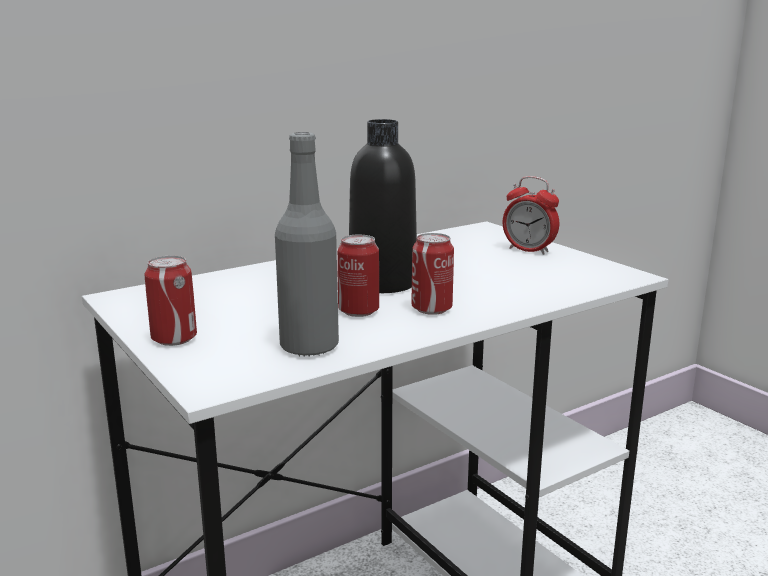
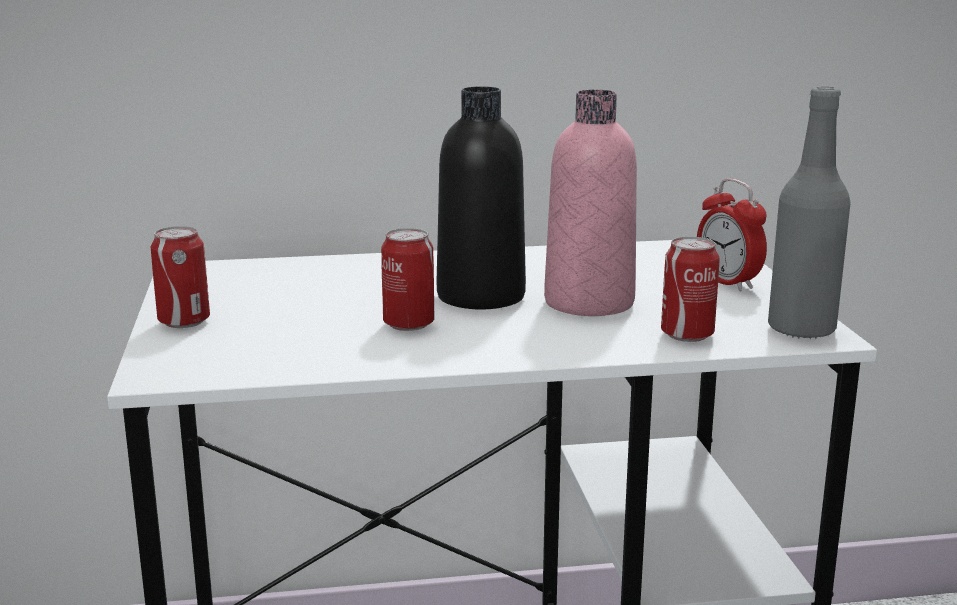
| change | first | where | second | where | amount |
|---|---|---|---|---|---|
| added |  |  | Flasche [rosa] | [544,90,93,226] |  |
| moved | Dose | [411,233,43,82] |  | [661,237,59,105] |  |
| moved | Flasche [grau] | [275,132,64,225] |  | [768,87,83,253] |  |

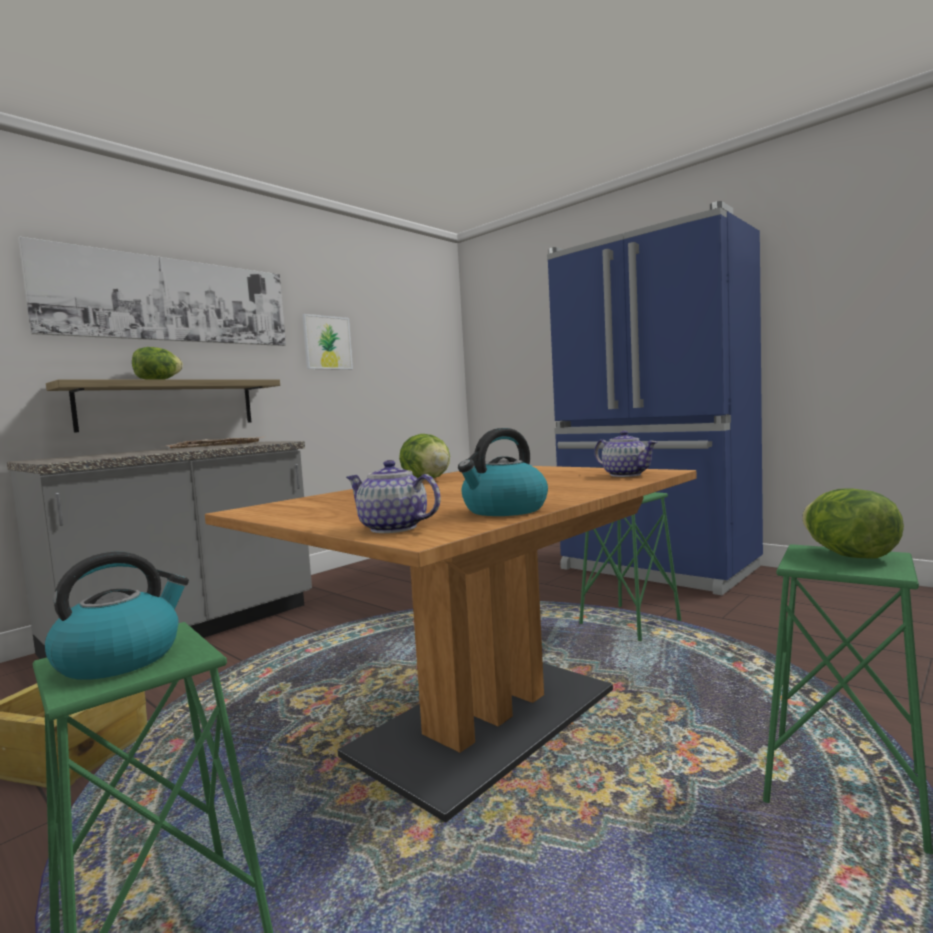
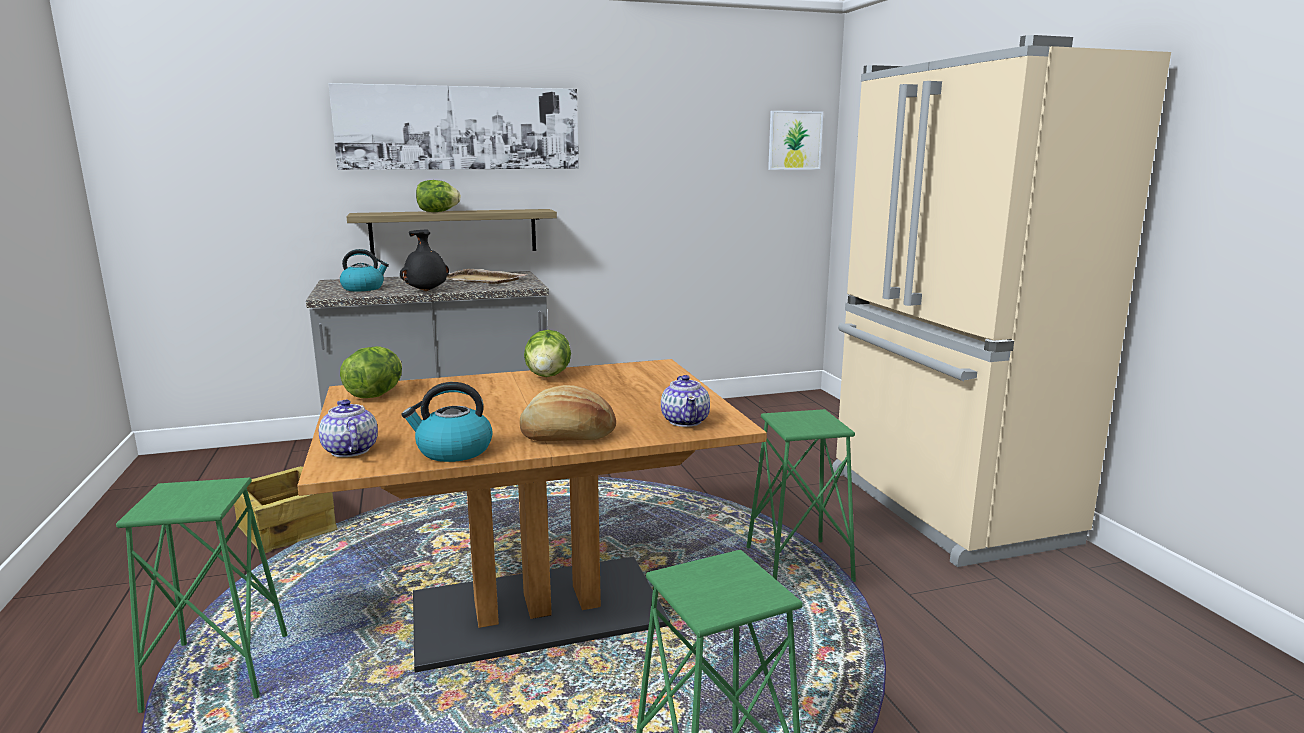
| change | first | where | second | where | amount |
|---|---|---|---|---|---|
| moved | Wasserkessel | [45,552,144,128] |  | [340,249,49,42] |  |
| moved | Salatkopf | [802,488,102,70] |  | [340,346,62,52] |  |
| added |  |  | Vase [schwarz] | [400,230,49,61] |  |
| added |  |  | Brot | [520,385,96,56] |  |
| moved | Bild | [302,314,51,56] |  | [768,111,55,59] |  |
| recoloured | Kühlschrank [blau] | [547,201,216,394] | Kühlschrank [beige] | [832,35,339,532] |  |

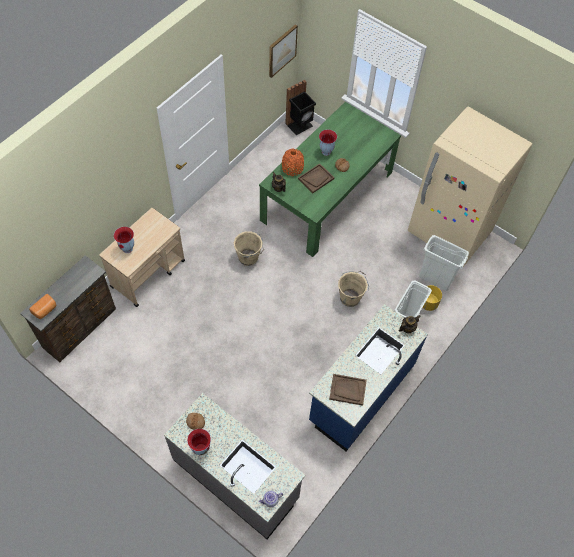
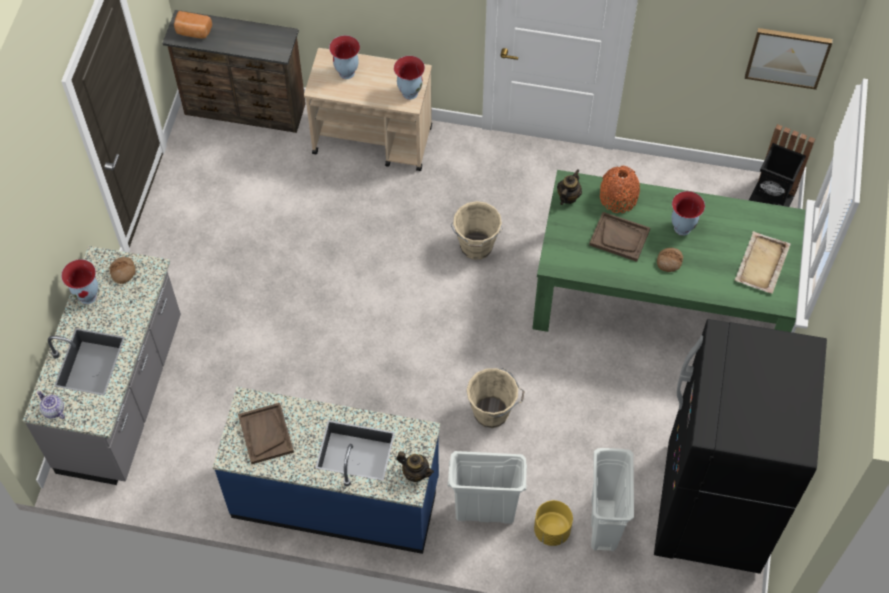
| change | first | where | second | where | amount |
|---|---|---|---|---|---|
| added |  |  | Vase | [394,56,31,44] |  |
| recoloured | Kühlschrank [beige] | [408,106,124,161] | Kühlschrank [schwarz] | [654,319,173,255] |  |
| added |  |  | Tablett [beige] | [735,231,55,63] |  |

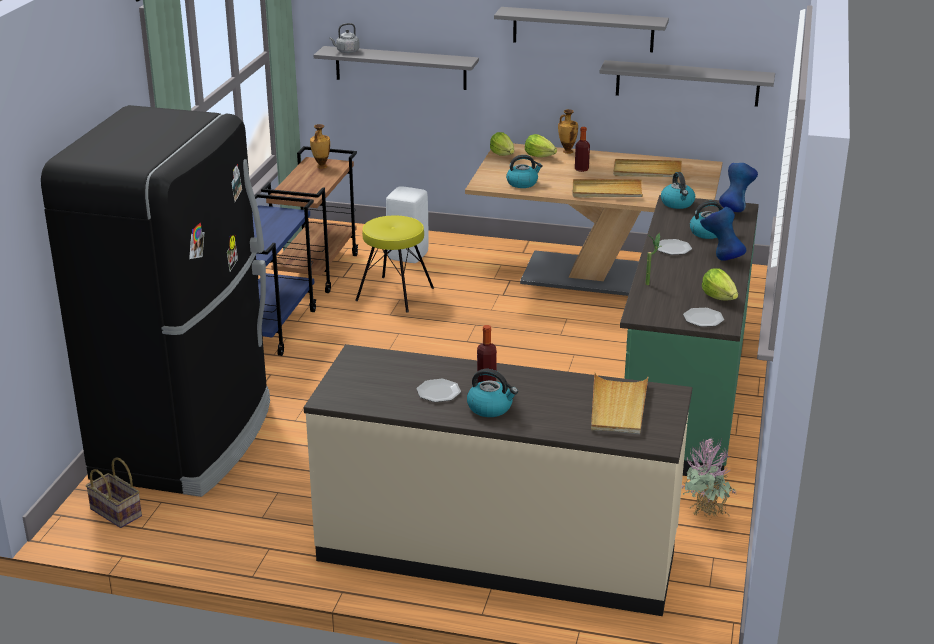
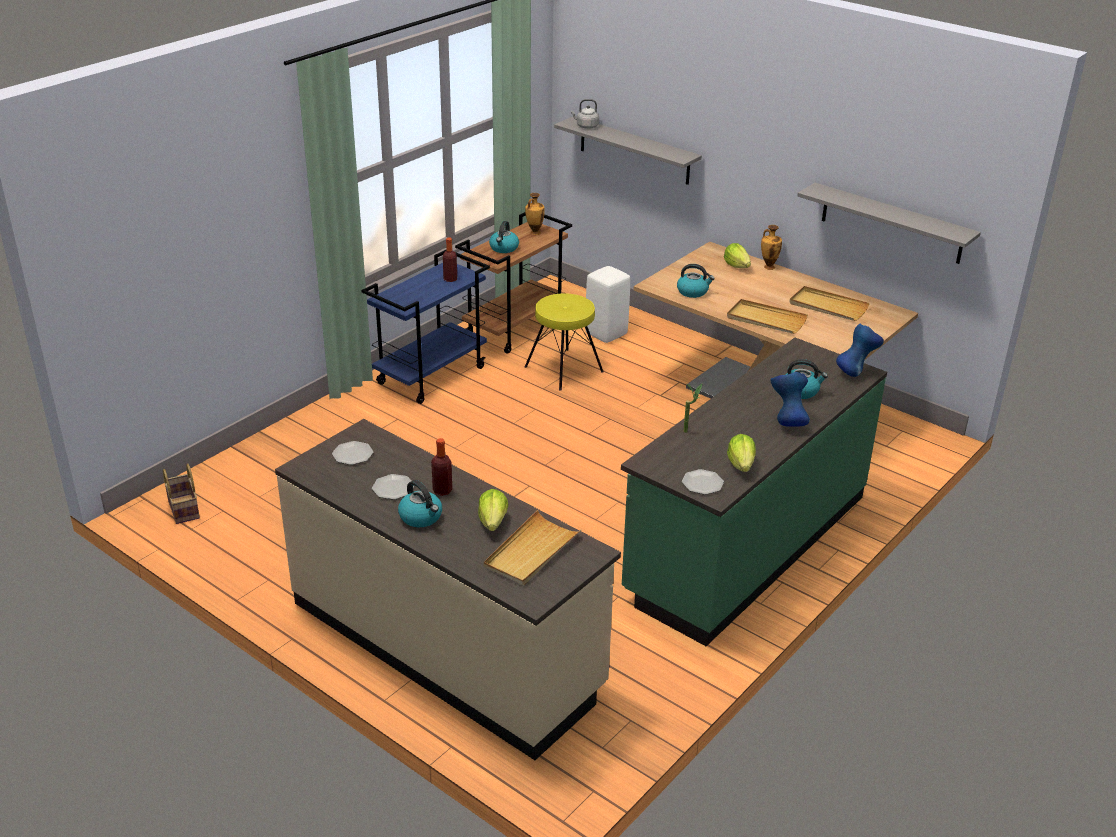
| change | first | where | second | where | amount |
|---|---|---|---|---|---|
| moved | Teller | [657,239,35,16] |  | [332,441,41,24] |  |
| moved | Flasche | [575,127,15,45] |  | [443,238,14,44] |  |
| moved | Salatkopf | [490,132,24,24] |  | [478,489,30,42] |  |
| moved | Wasserkessel | [661,172,34,37] |  | [489,221,30,32] |  |
| removed | Kühlschrank [schwarz] | [41,105,229,392] |  |  |  |
| removed | Wandregal [grau] | [494,7,175,45] |  |  |  |
| removed | Topfpflanze | [682,437,55,84] |  |  |  |

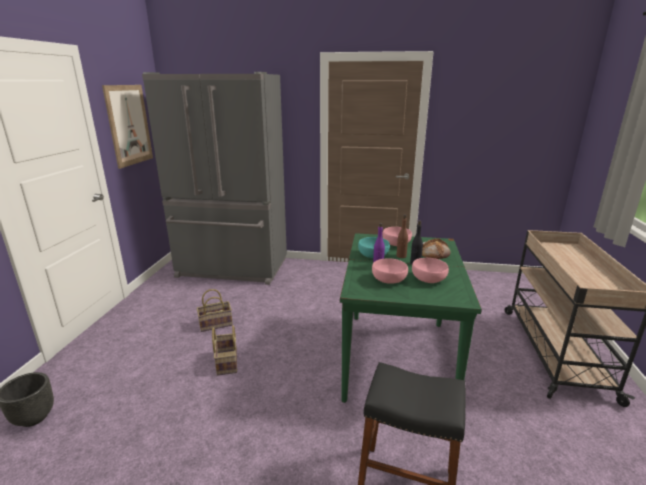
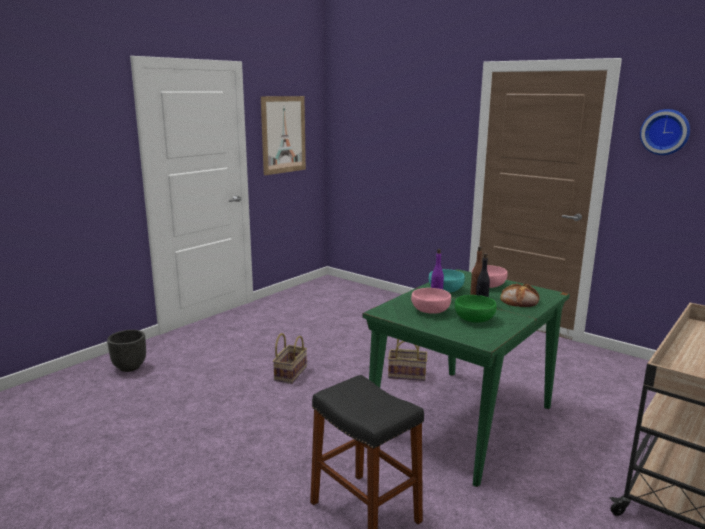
| change | first | where | second | where | amount |
|---|---|---|---|---|---|
| moved | Korb | [196,289,37,43] |  | [388,339,39,42] |  |
| recoloured | Schüssel [rosa] | [412,258,37,25] | Schüssel [grün] | [455,295,42,27] |  |
| added |  |  | Wanduhr | [640,109,50,46] |  |
| removed | Kühlschrank [grau] | [142,72,145,213] |  |  |  |

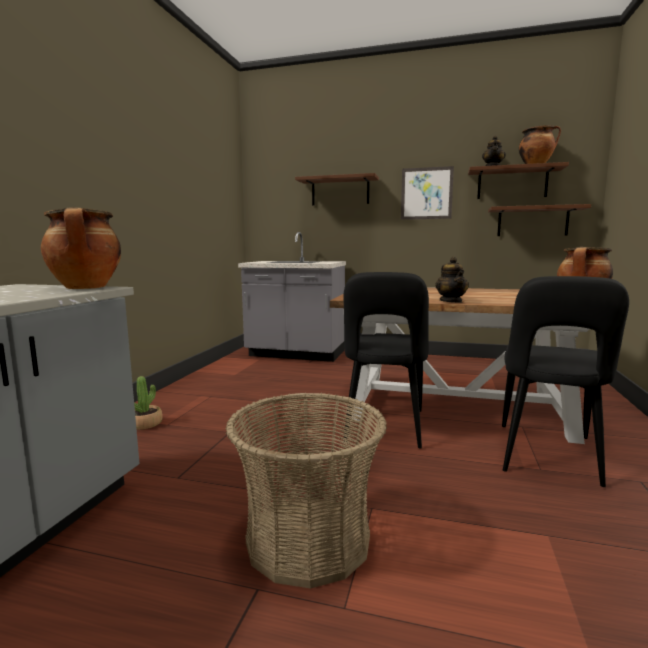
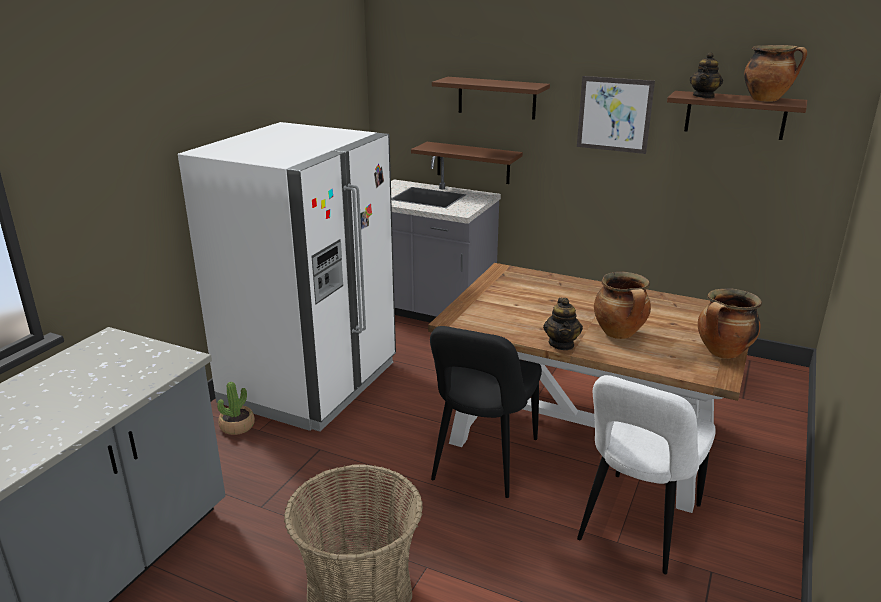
| change | first | where | second | where | amount |
|---|---|---|---|---|---|
| added |  |  | Kühlschrank [weiß] | [178,122,218,309] |  |
| moved | Wandregal [braun] | [488,204,103,32] |  | [411,142,112,42] |  |
| recoloured | Stuhl [schwarz] | [502,276,127,211] | Stuhl [weiß] | [577,375,138,199] |  |
| moved | Kochtopf | [41,207,80,82] |  | [594,272,57,67] |  |

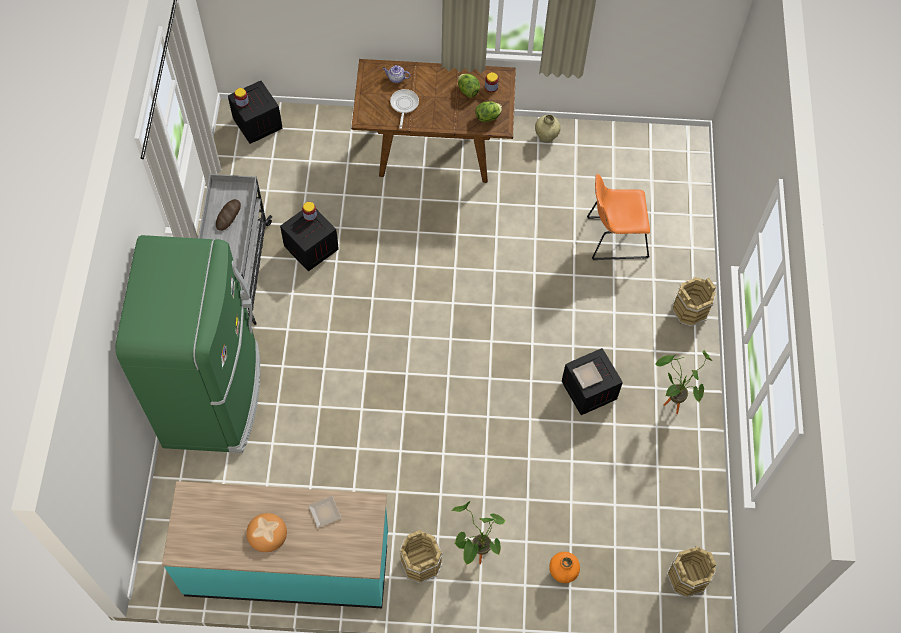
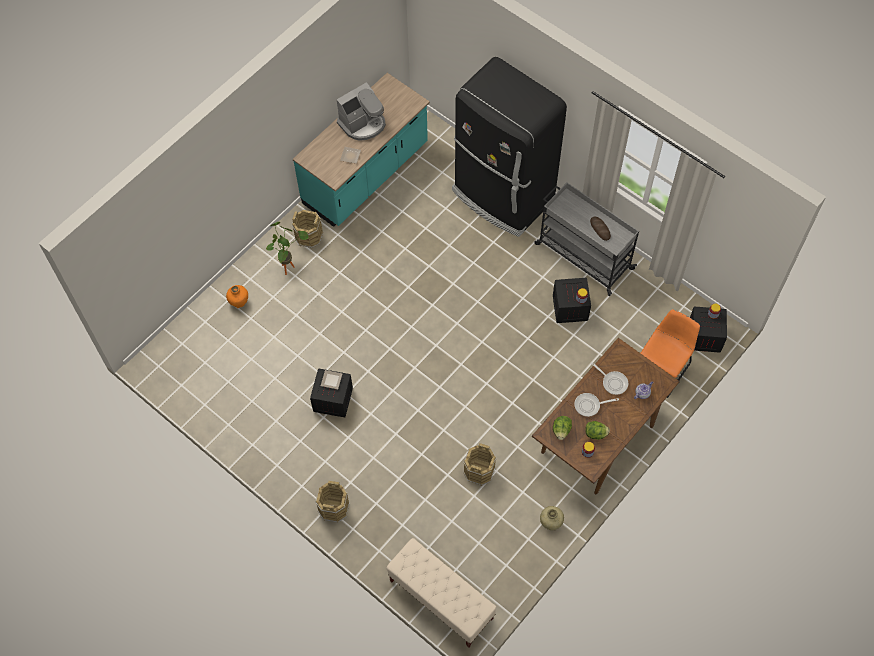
| change | first | where | second | where | amount |
|---|---|---|---|---|---|
| replaced | Brot | [246,513,41,39] | Kaffeemaschine | [337,82,49,59] |  |
| added |  |  | Bank [beige] | [387,538,109,109] |  |
| recoloured | Kühlschrank [grün] | [115,235,145,218] | Kühlschrank [schwarz] | [452,57,115,180] |  |
| moved | Eimer [braun] | [666,546,50,52] |  | [463,443,33,43] |  |
| added |  |  | Pfanne | [574,393,45,24] |  |
| moved | Stuhl [orange] | [587,174,63,86] |  | [641,309,59,89] |  |
| removed | Topfpflanze | [655,350,58,64] |  |  |  |

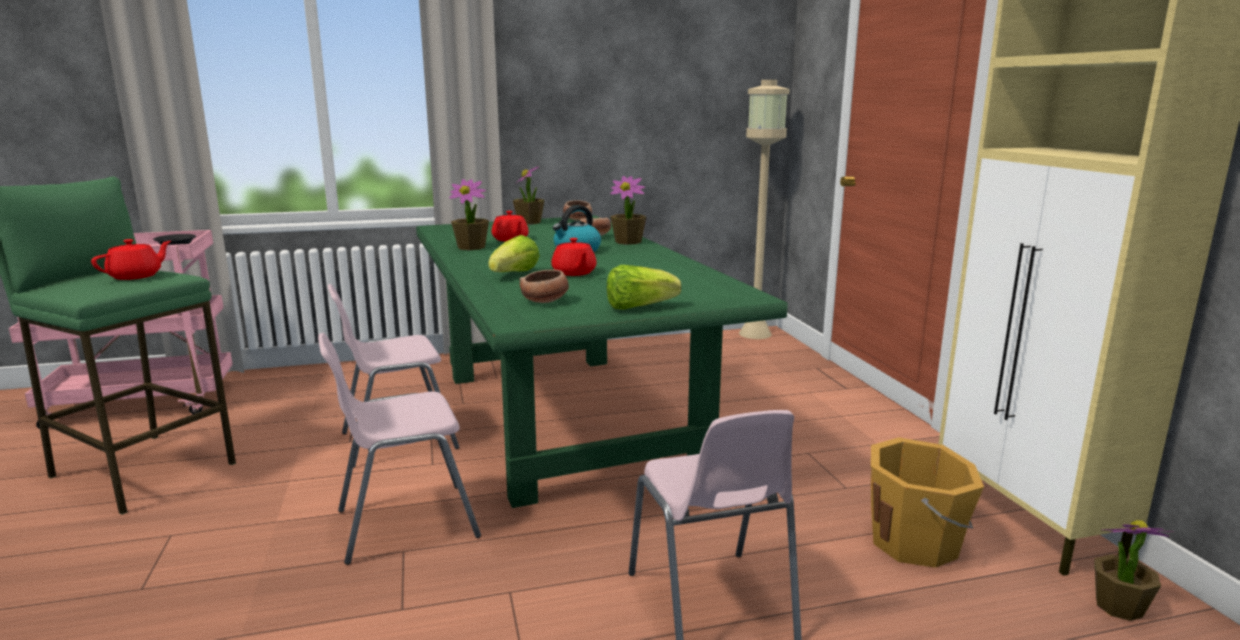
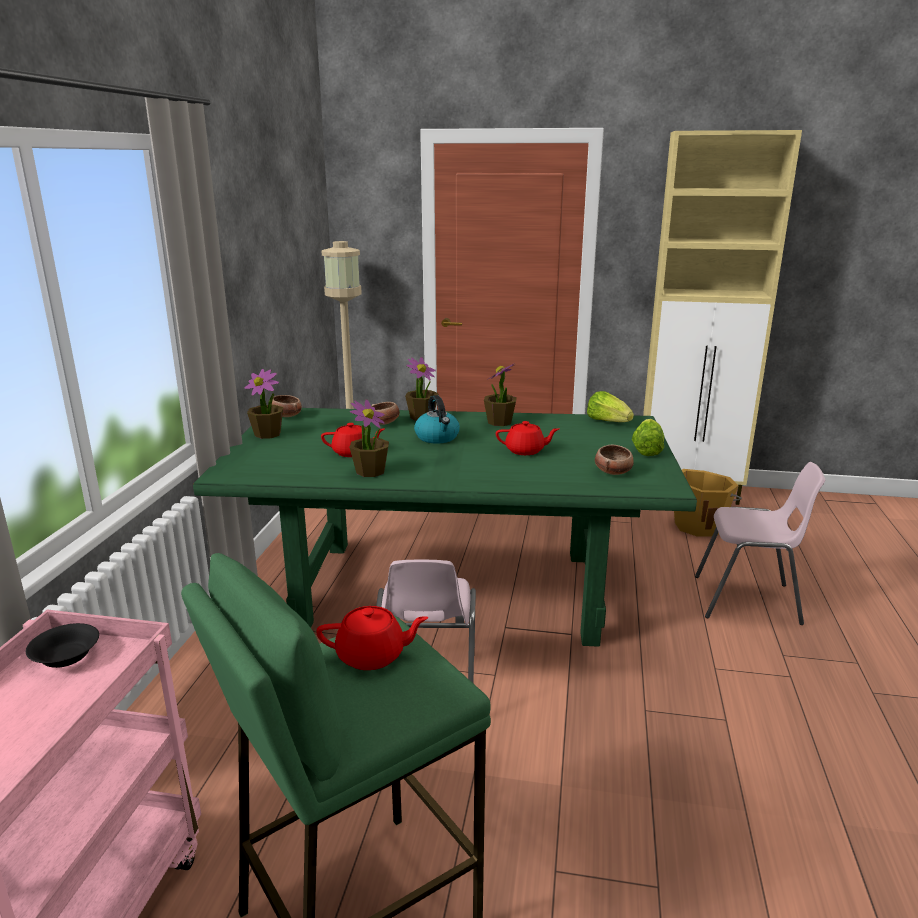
| change | first | where | second | where | amount |
|---|---|---|---|---|---|
| turned | Teekanne [rot] | [91,239,80,41] |  | [316,606,112,64] | 120 degrees clockwise |
| moved | Topfpflanze | [1094,520,80,101] |  | [484,363,33,63] |  |
| moved | Salatkopf | [488,235,52,37] |  | [587,391,47,31] |  |
| removed | Stuhl [rosa] | [318,333,163,232] |  |  |  |

